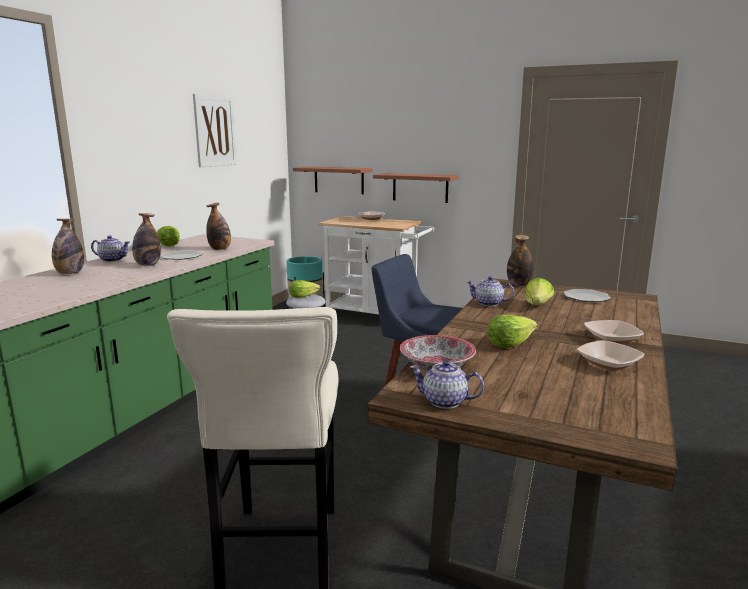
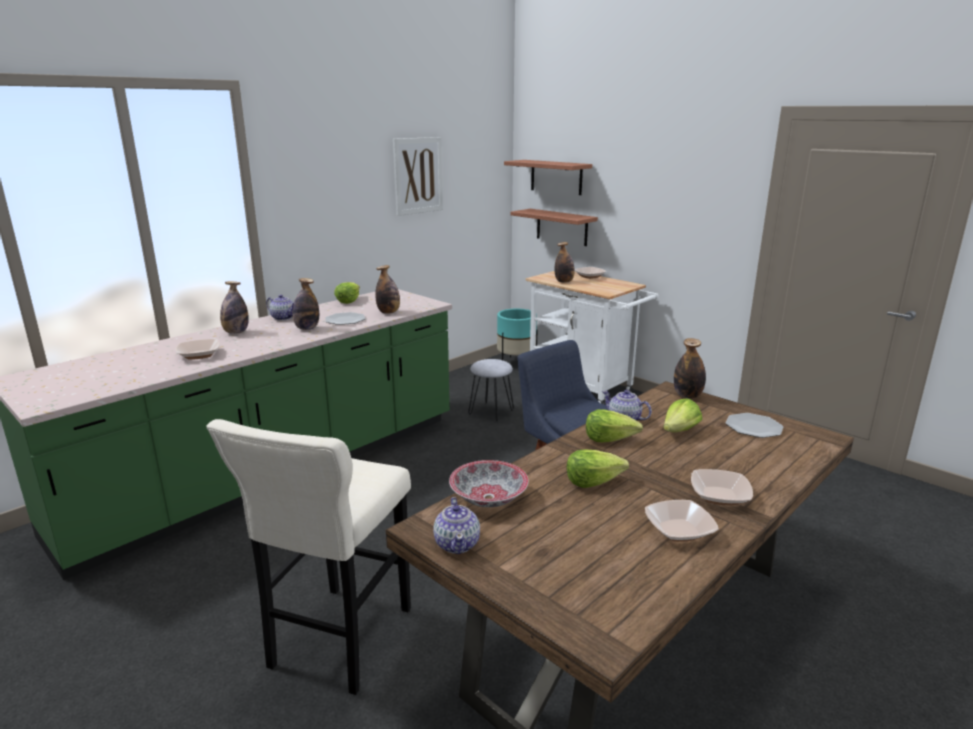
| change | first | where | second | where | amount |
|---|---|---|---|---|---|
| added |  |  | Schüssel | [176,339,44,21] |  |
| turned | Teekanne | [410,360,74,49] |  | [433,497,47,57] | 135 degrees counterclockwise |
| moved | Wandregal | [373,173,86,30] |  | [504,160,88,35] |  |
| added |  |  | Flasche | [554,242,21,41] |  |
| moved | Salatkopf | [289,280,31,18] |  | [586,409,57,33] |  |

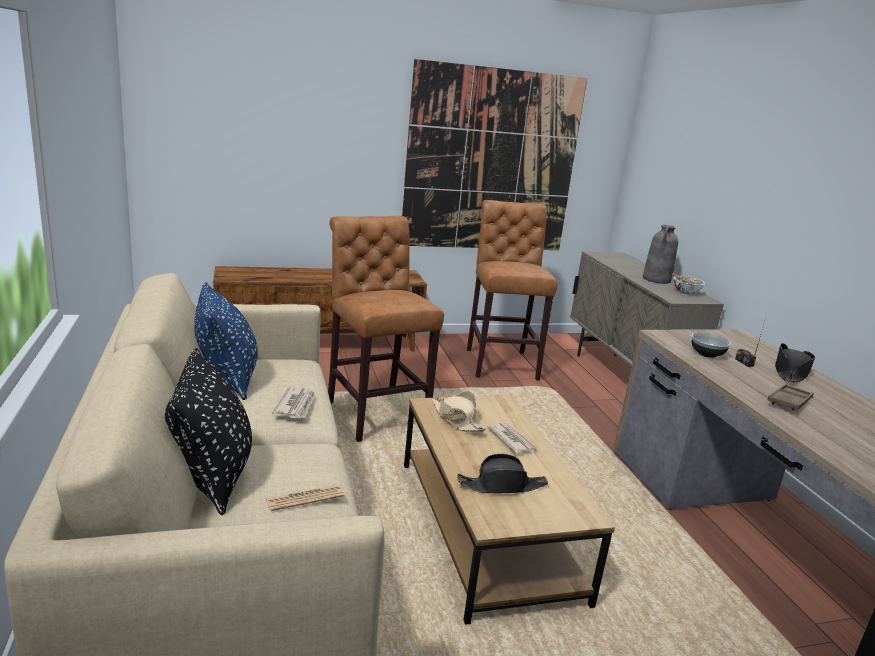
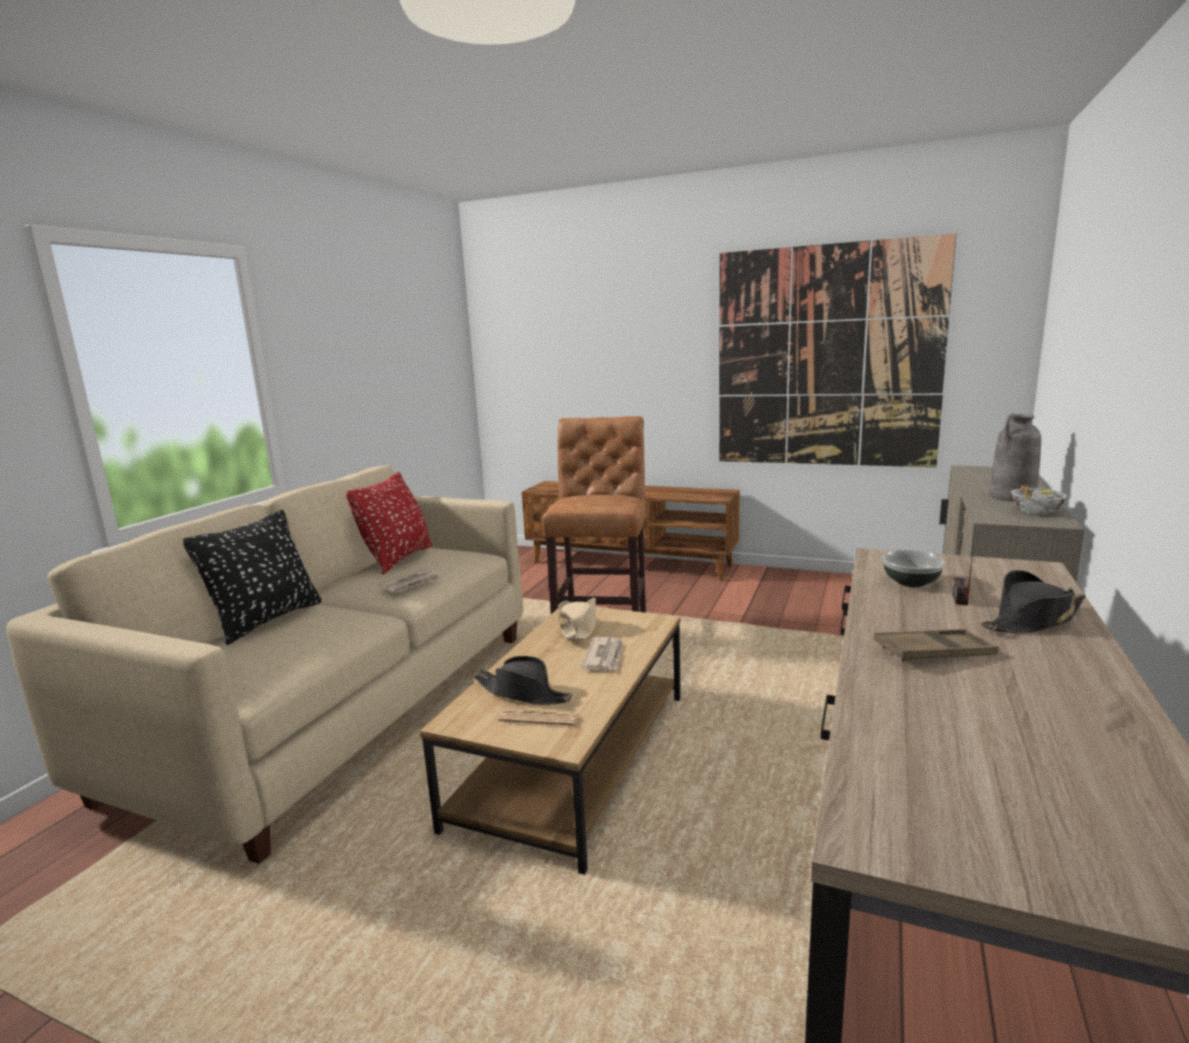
| change | first | where | second | where | amount |
|---|---|---|---|---|---|
| recoloured | Kissen [blau] | [194,282,64,118] | Kissen [rot] | [346,472,86,103] |  |
| moved | Zeitung | [265,485,79,26] |  | [498,709,81,17] |  |
| removed | Hocker [braun] | [467,200,91,181] |  |  |  |

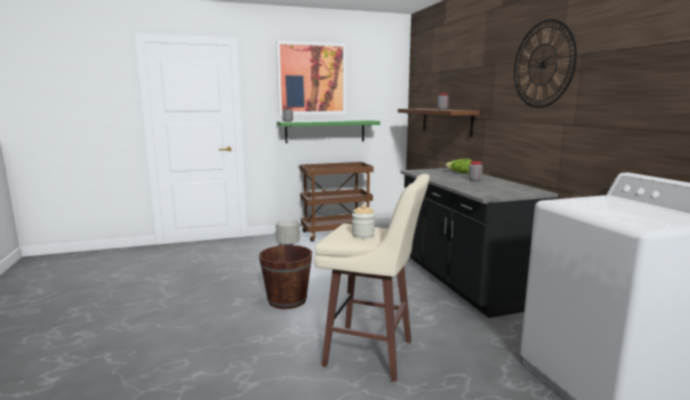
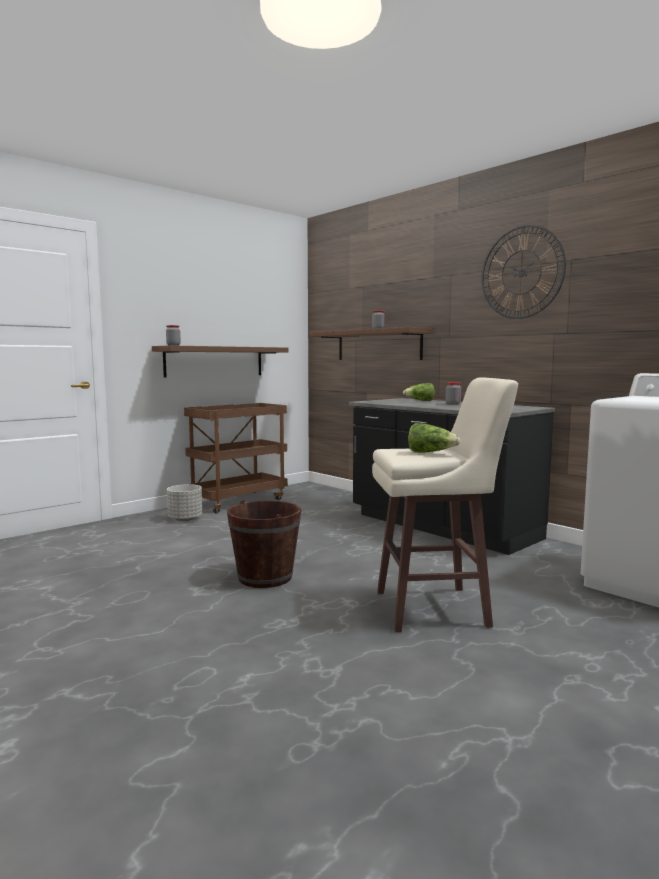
| change | first | where | second | where | amount |
|---|---|---|---|---|---|
| recoloured | Wandregal [grün] | [277,120,103,23] | Wandregal [braun] | [152,345,136,33] |  |
| replaced | Vorratsglas | [352,205,23,33] | Salatkopf | [408,423,53,30] |  |
| removed | Bild | [276,40,70,75] |  |  |  |

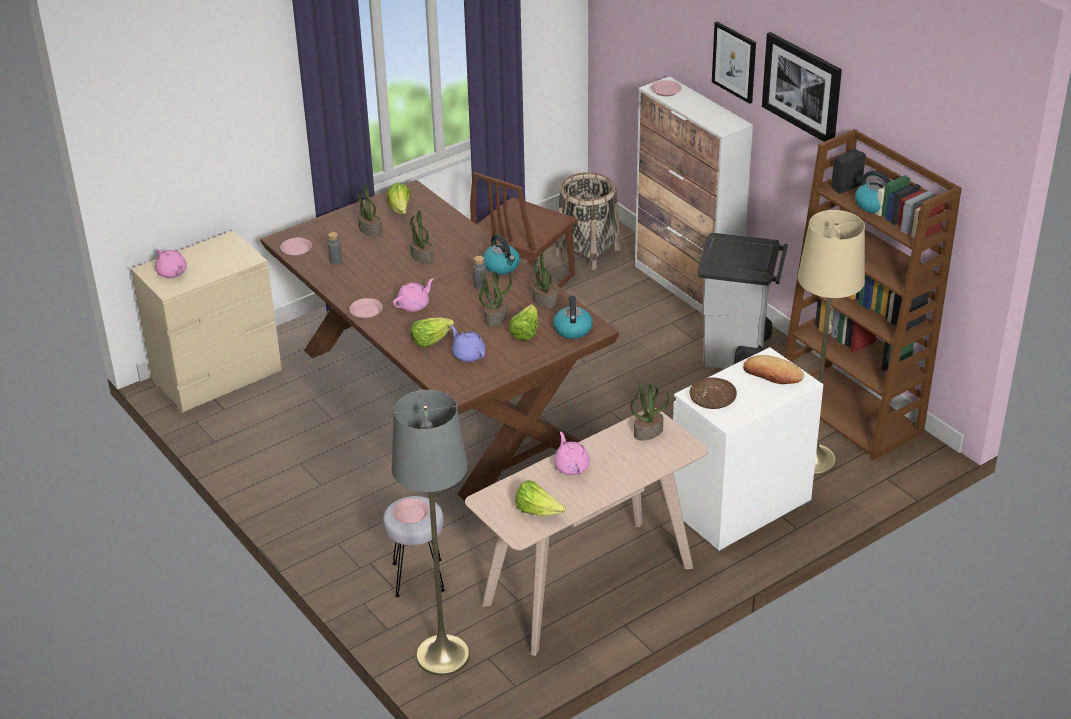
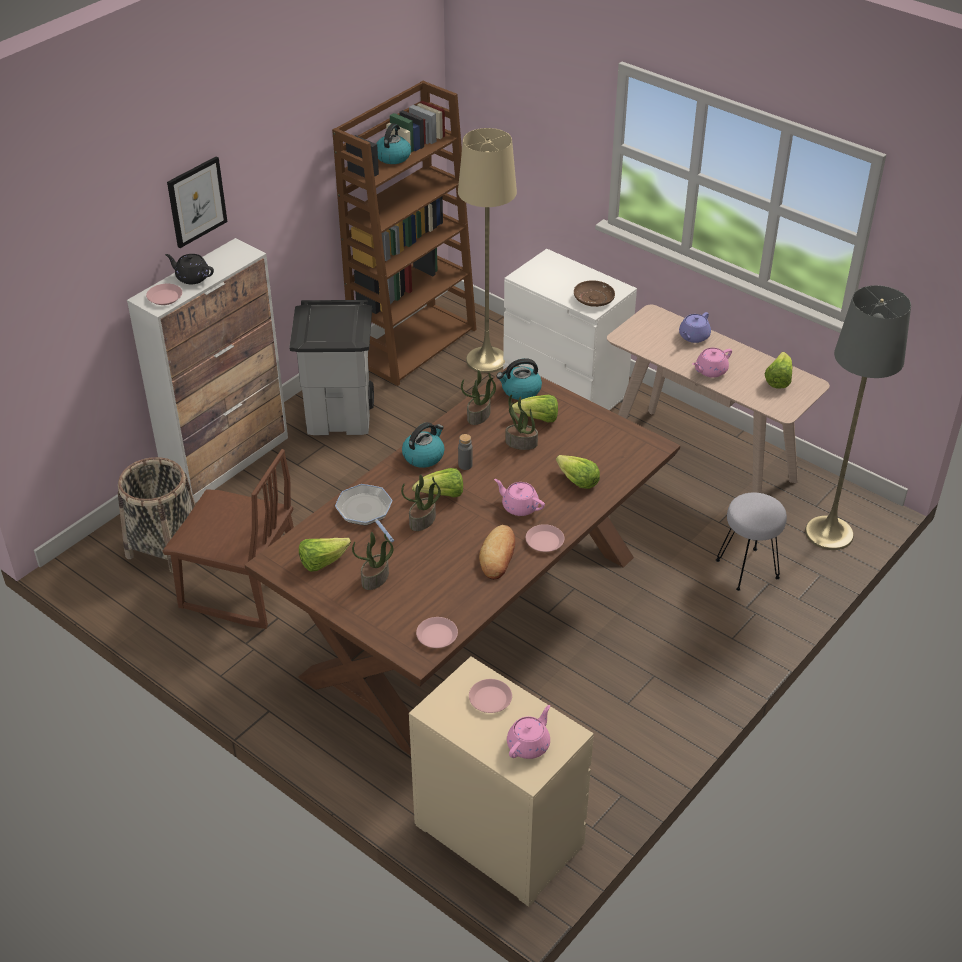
| change | first | where | second | where | amount |
|---|---|---|---|---|---|
| added |  |  | Teekanne [schwarz] | [165,254,49,30] |  |
| added |  |  | Pfanne | [335,484,59,58] |  |
| added |  |  | Salatkopf | [412,468,51,29] |  |
| moved | Teller [rosa] | [392,499,37,25] |  | [469,679,43,34] |  |
| moved | Brot | [743,355,61,29] |  | [479,525,36,55] |  |
| moved | Teekanne [lila] | [450,326,36,36] |  | [679,312,32,31] |  |
| removed | Flasche [grau] | [328,232,14,33] |  |  |  |
| removed | Topfpflanze | [630,381,39,59] |  |  |  |
| removed | Bild | [762,32,80,110] |  |  |  |

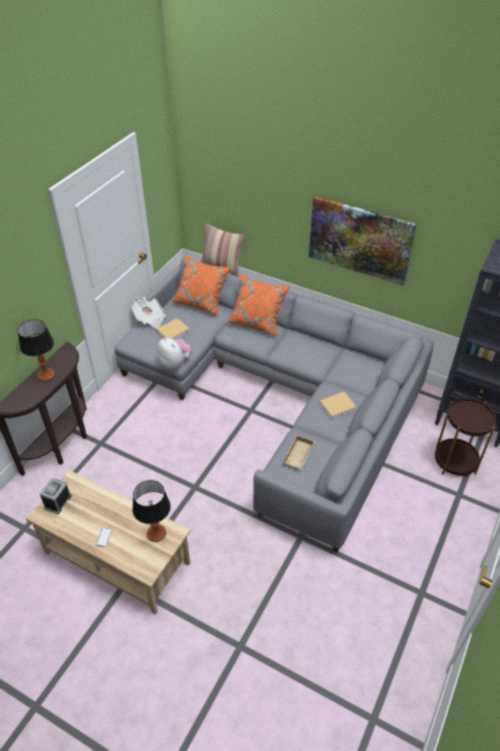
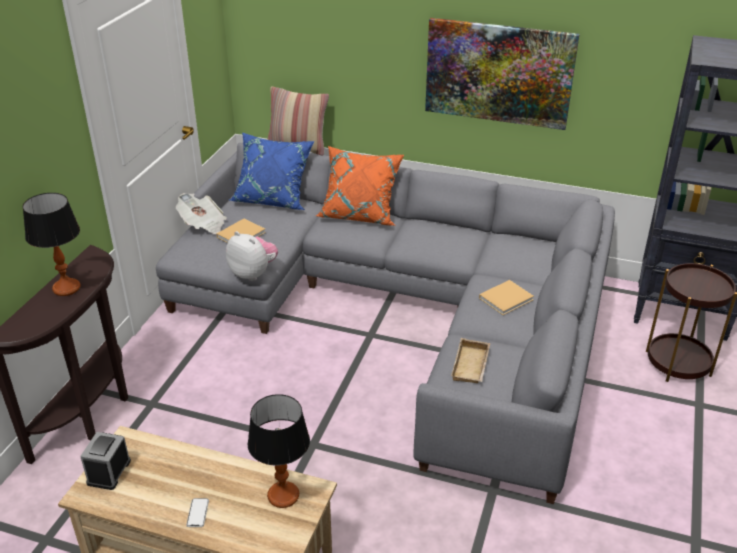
| change | first | where | second | where | amount |
|---|---|---|---|---|---|
| recoloured | Kissen [orange] | [171,255,60,60] | Kissen [blau] | [230,132,84,78] |  |

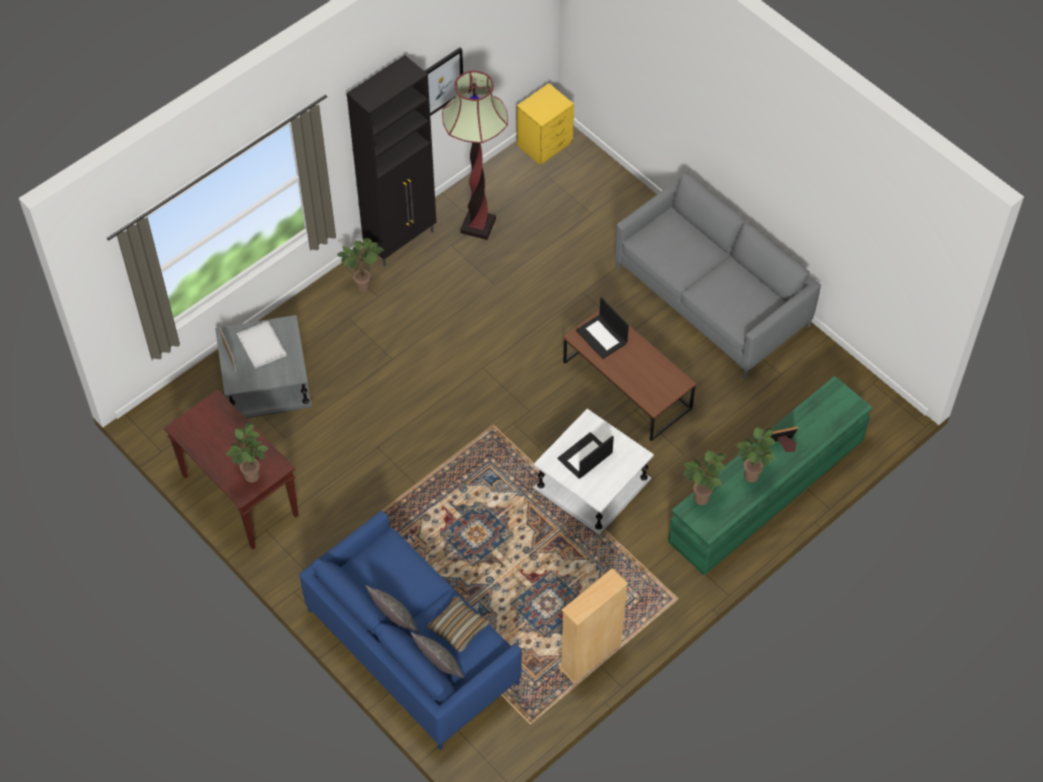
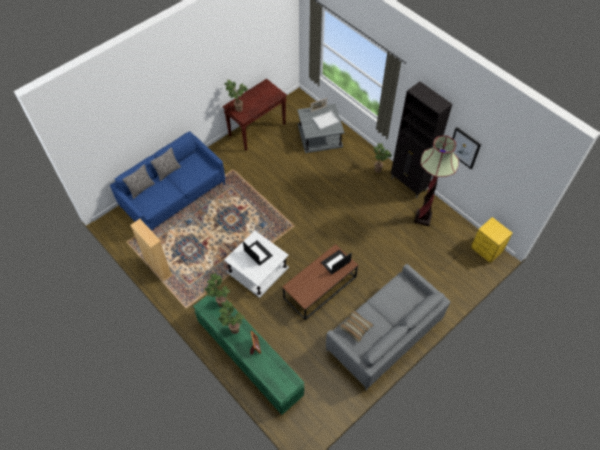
| change | first | where | second | where | amount |
|---|---|---|---|---|---|
| moved | Kissen | [427,596,63,56] |  | [339,311,34,31] |  |

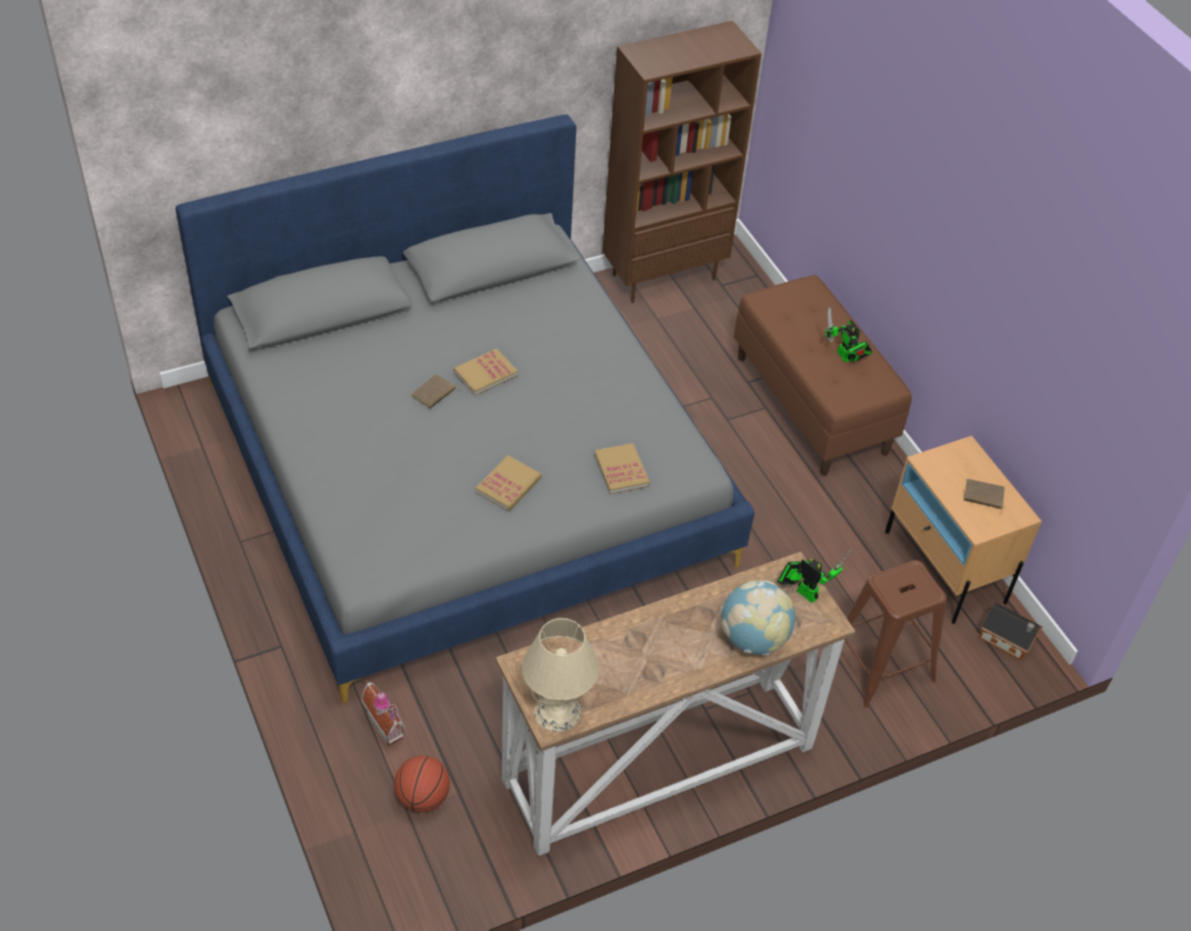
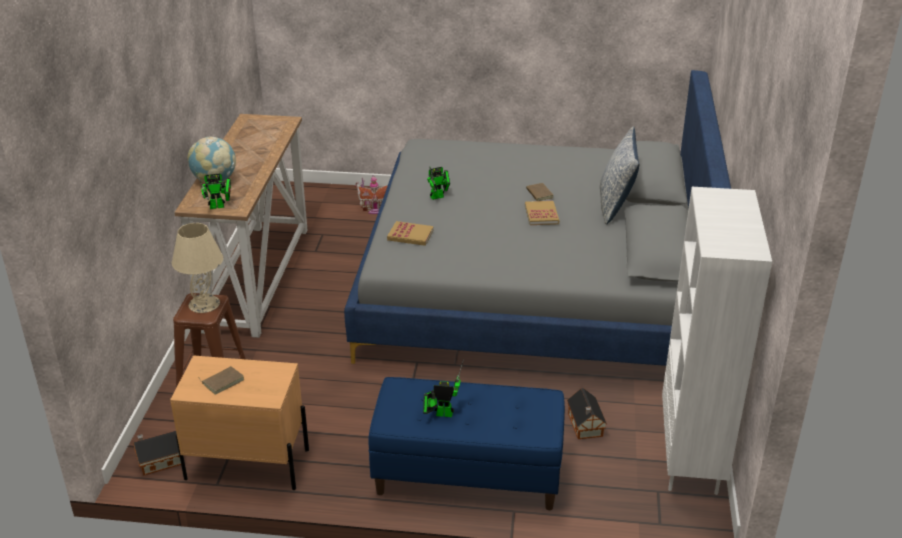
| change | first | where | second | where | amount |
|---|---|---|---|---|---|
| moved | Tischlampe [beige] | [522,618,77,114] |  | [172,223,51,90] |  |
| recoloured | Bank [braun] | [734,275,178,201] | Bank [blau] | [368,377,197,133] |  |
| replaced | Buch | [475,455,67,56] | Spielzeugroboter | [427,167,23,33] |  |
| added |  |  | Spielzeughaus | [567,388,40,51] |  |
| added |  |  | Kissen | [600,127,39,97] |  |
| recoloured | Bücherregal [braun] | [602,21,160,282] | Bücherregal [weiß] | [662,187,110,308] |  |
| removed | Basketball | [394,756,56,56] |  |  |  |

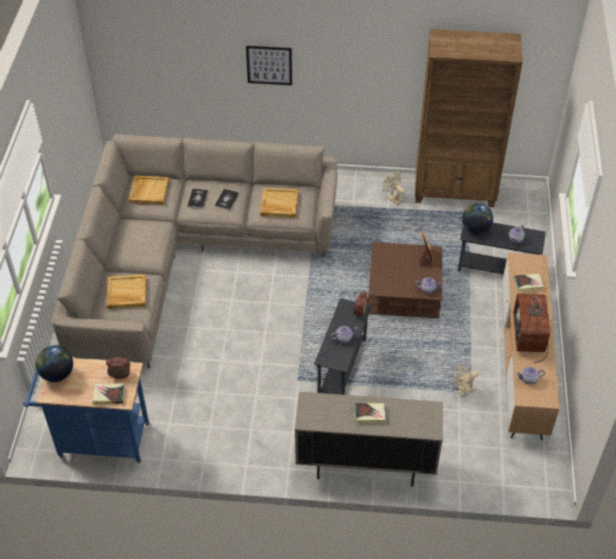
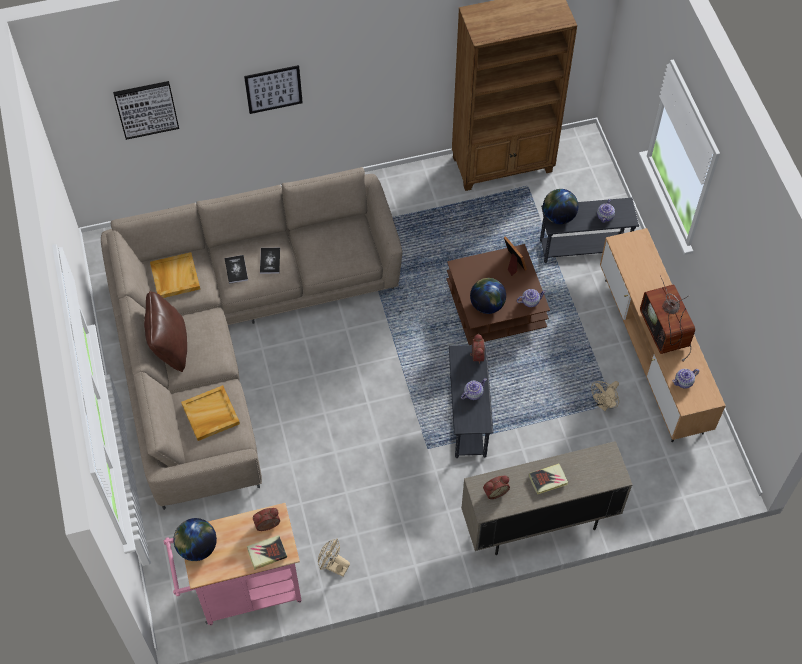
| change | first | where | second | where | amount |
|---|---|---|---|---|---|
| added |  |  | Bild | [113,81,66,59] |  |
| added |  |  | Kissen [braun] | [144,291,43,81] |  |
| recoloured | Rollwagen [blau] | [23,358,126,105] | Rollwagen [rosa] | [164,503,138,123] |  |
| moved | Ventilator [beige] | [383,172,22,33] |  | [318,538,32,39] |  |
| added |  |  | Globus | [470,278,36,36] |  |
| added |  |  | Wecker | [483,475,27,24] |  |
| removed | Tablett [beige] | [260,188,38,30] |  |  |  |
| removed | Buch | [513,274,31,18] |  |  |  |

